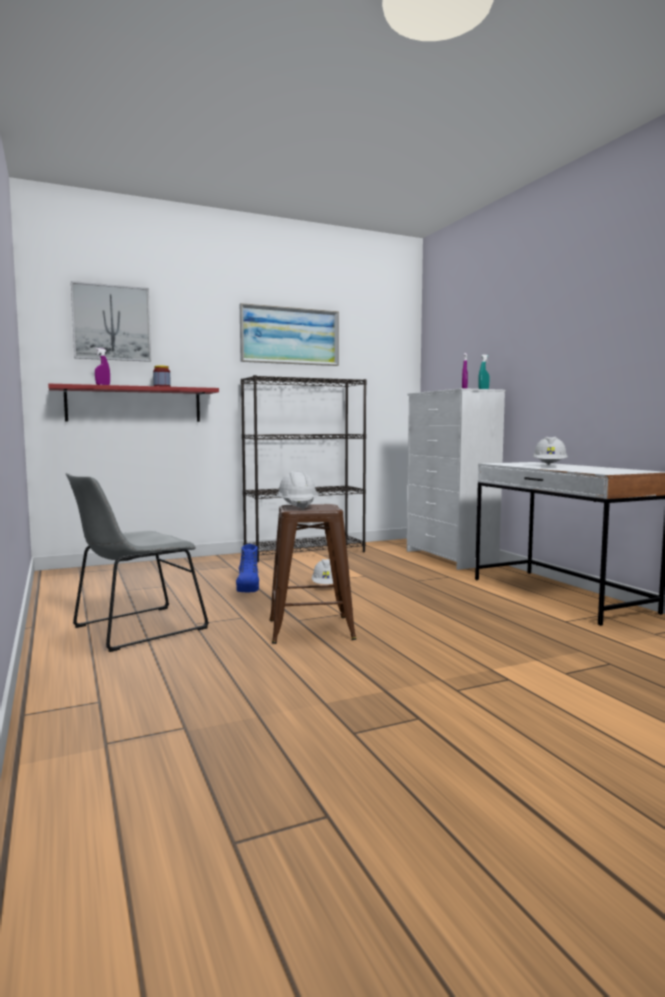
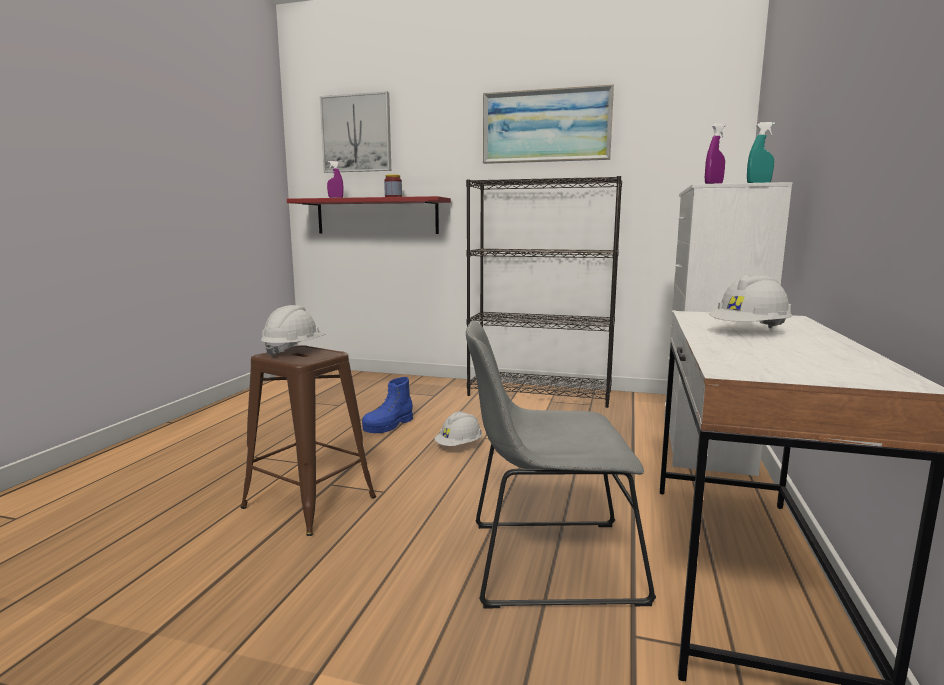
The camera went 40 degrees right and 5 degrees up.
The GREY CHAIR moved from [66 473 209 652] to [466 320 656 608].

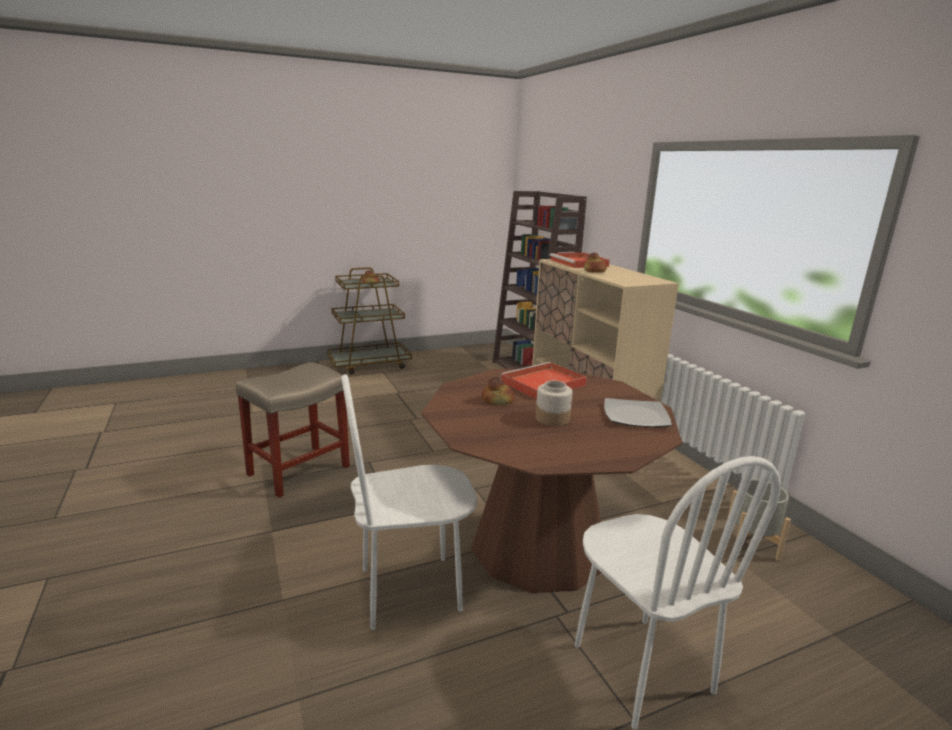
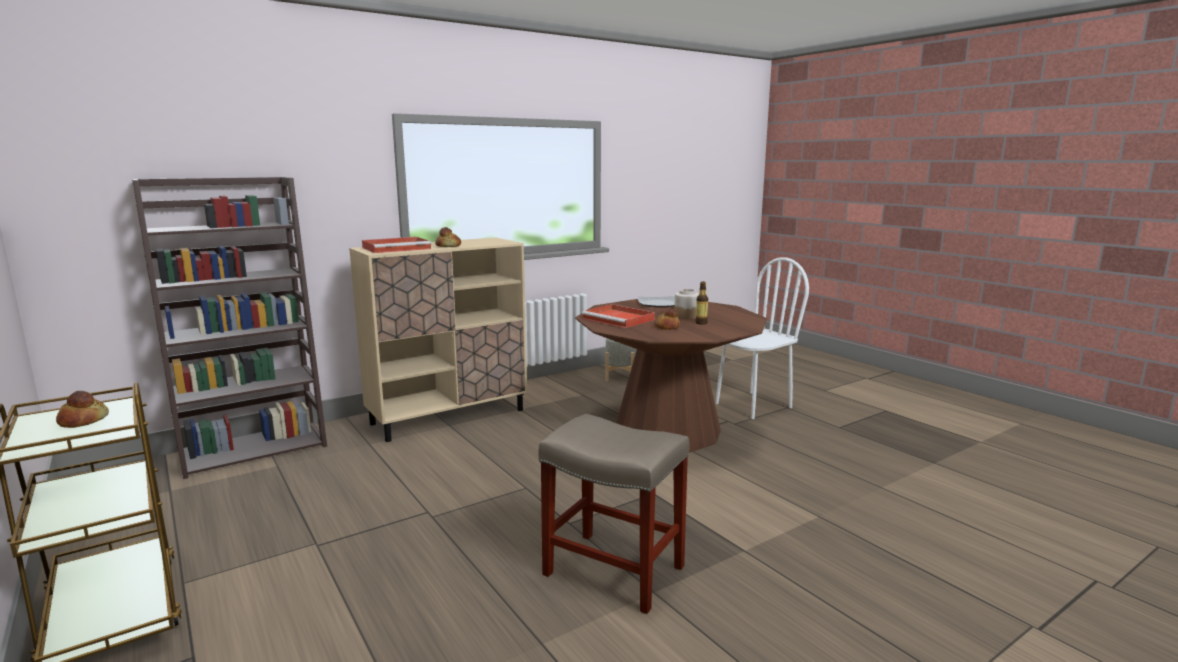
The camera went 100 degrees left and 5 degrees down.
The WHITE CHAIR at [341 374 478 630] disappeared.
The BOTTLE at [696 282 708 325] appeared.

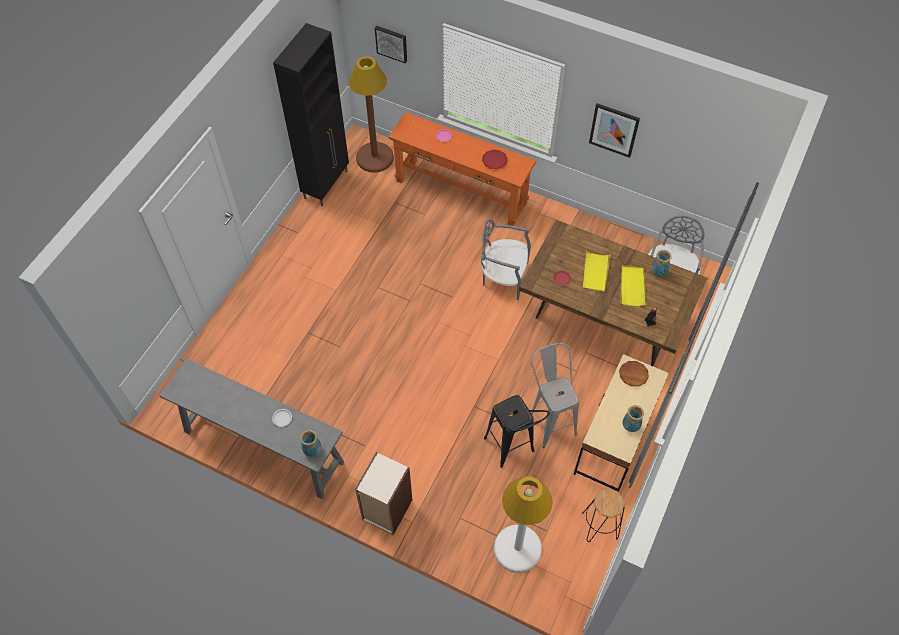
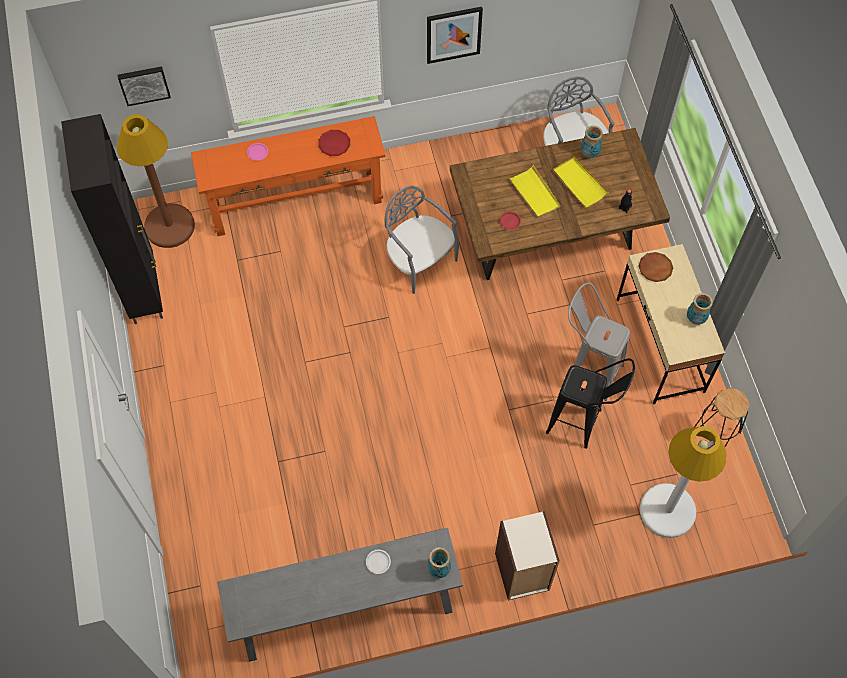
The camera went 40 degrees left and 5 degrees up.
The GREY CHAIR at [481 219 531 300] turned 75 degrees clockwise.

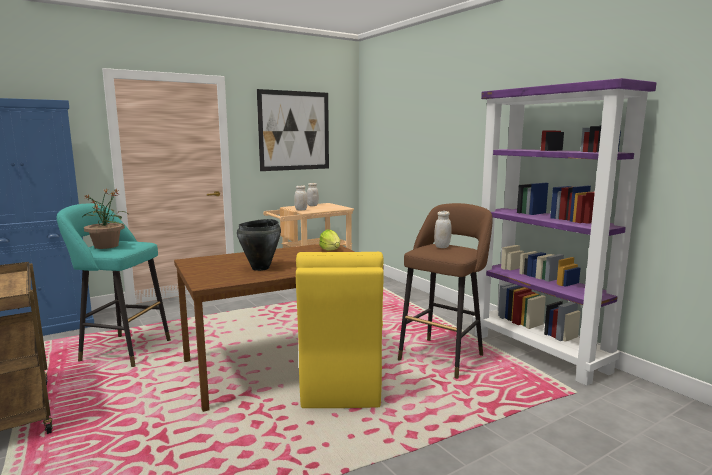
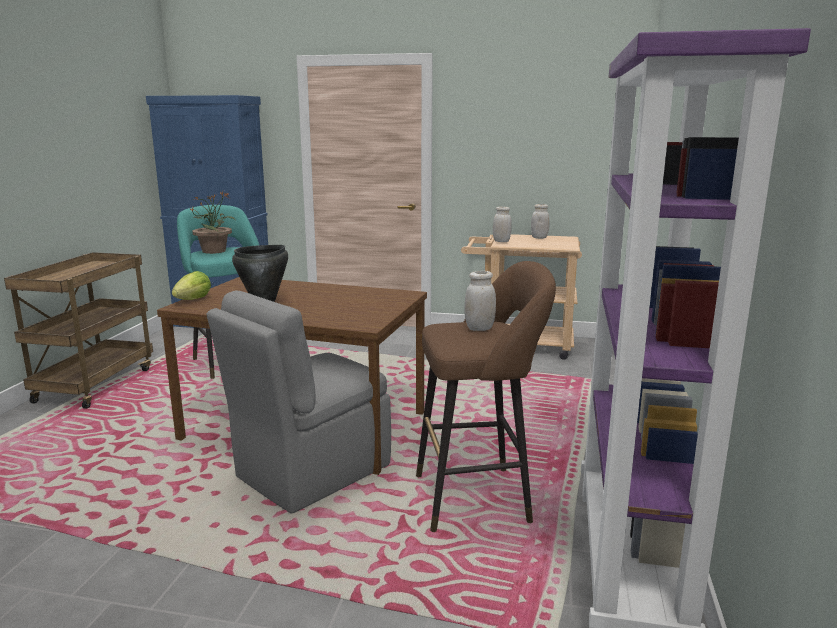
The camera went 45 degrees right and 5 degrees up.
The PICTURE at [257 89 329 171] disappeared.
The LETTUCE moved from [319 230 340 251] to [172 271 211 300].
The YELLOW CHAIR at [296 252 384 408] became the GREY CHAIR at [207 290 391 514].

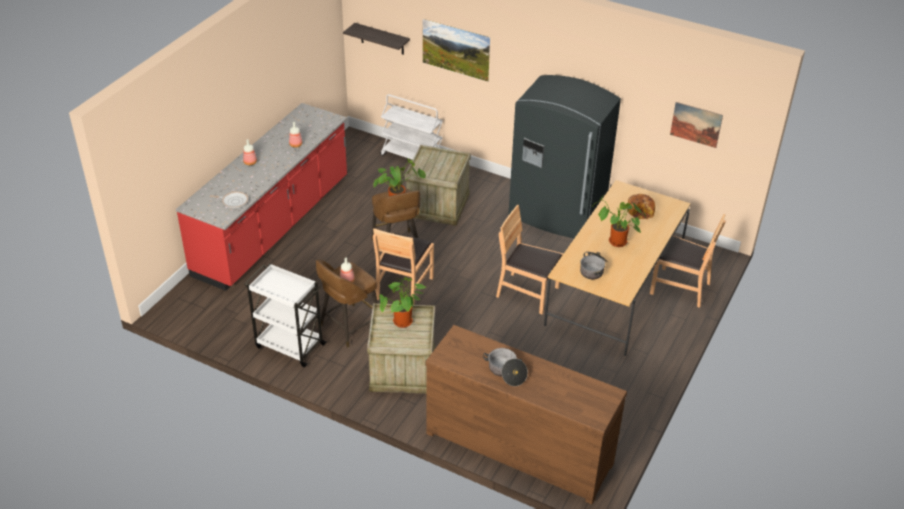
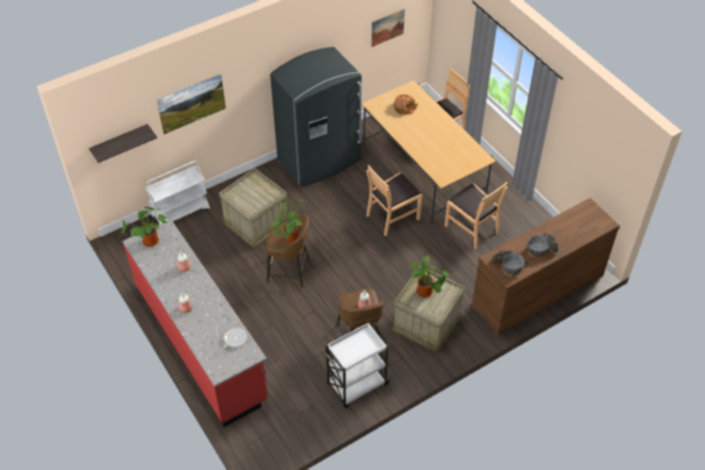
The camera went 60 degrees left and 10 degrees up.
The BROWN CHAIR moved from [373 228 434 305] to [445 182 508 249].
The COOKING POT moved from [580 252 608 279] to [492 250 529 275].
The POTTED PLANT moved from [592 196 646 247] to [122 207 168 247].

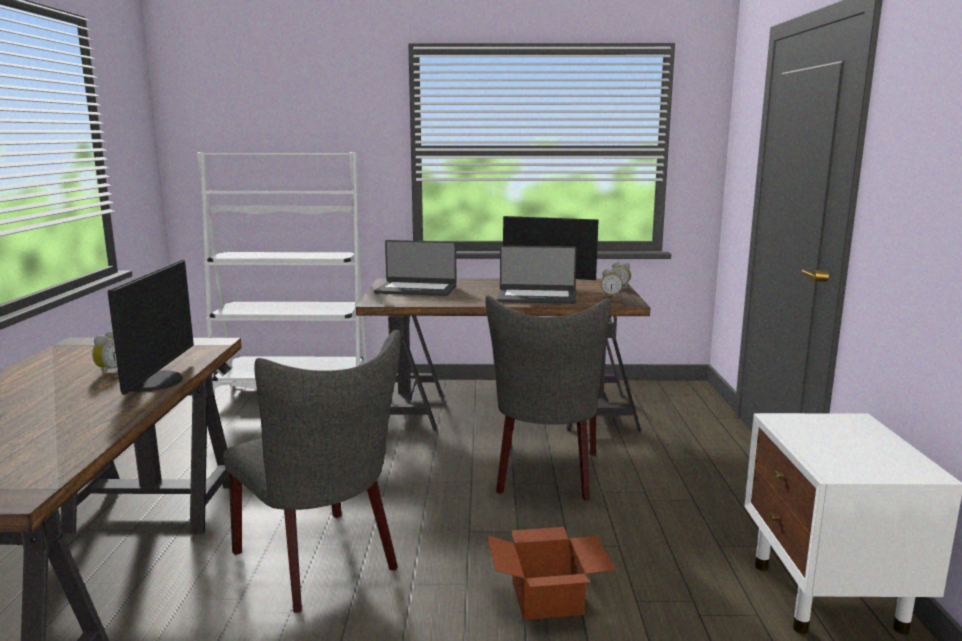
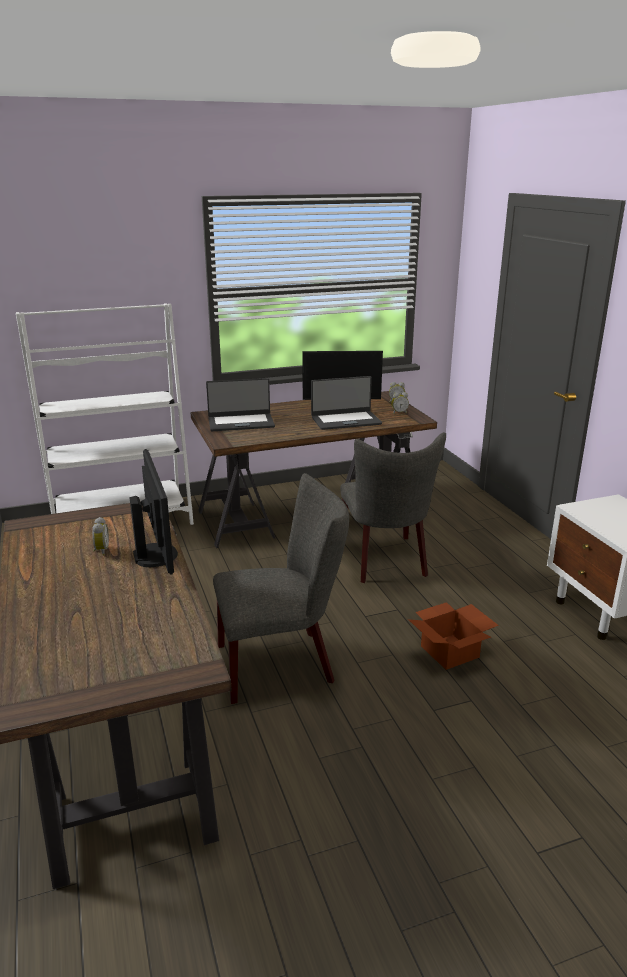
The camera went 20 degrees left and 10 degrees up.
The GREY CHAIR at [223 330 401 613] turned 45 degrees counterclockwise.

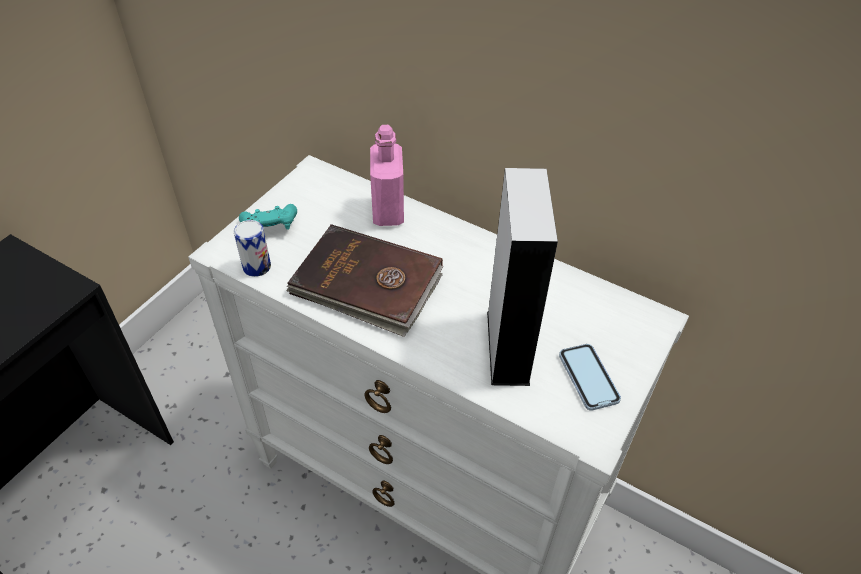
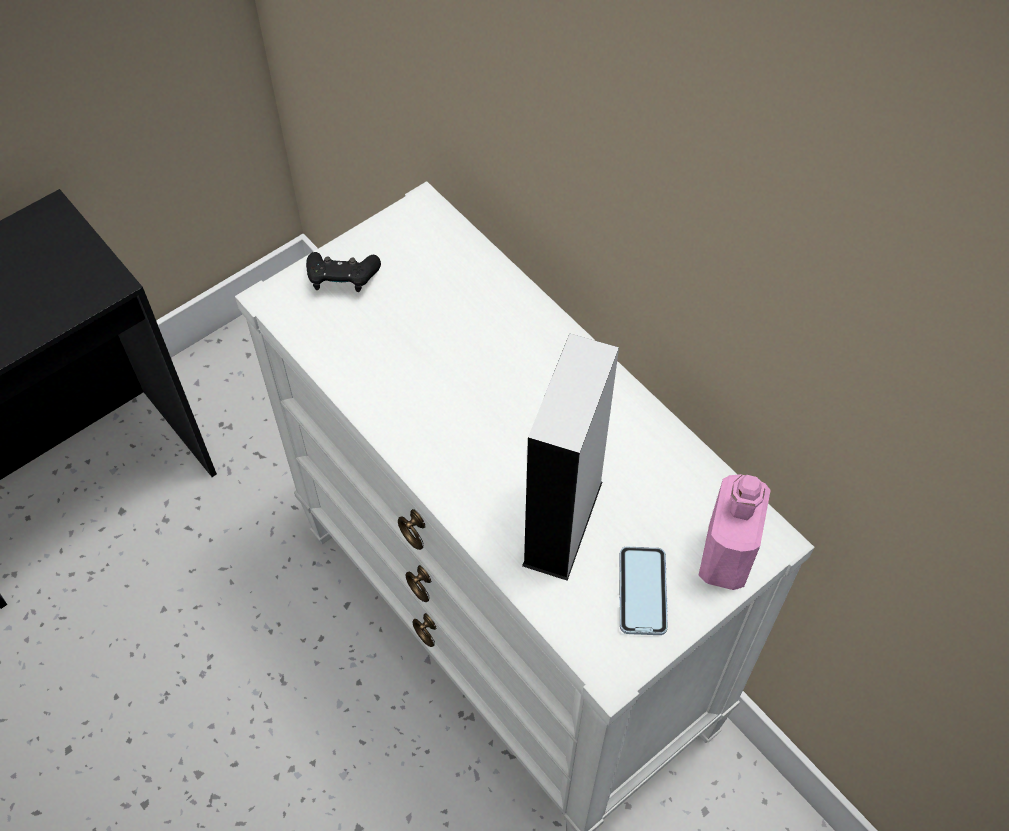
The camera went 20 degrees right and 10 degrees up.
The CAN at [234 220 271 277] disappeared.
The BROWN BOOK at [286 224 443 337] disappeared.
The PINK BOTTLE moved from [370 125 404 226] to [698 474 771 590].
The TURQUOISE GAME CONTROLLER at [239 204 297 230] became the BLACK GAME CONTROLLER at [306 252 381 292].

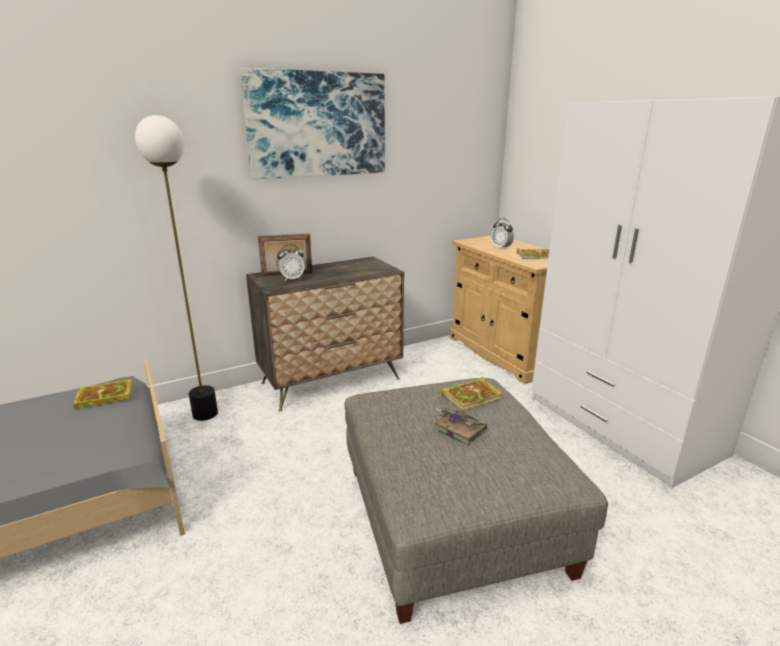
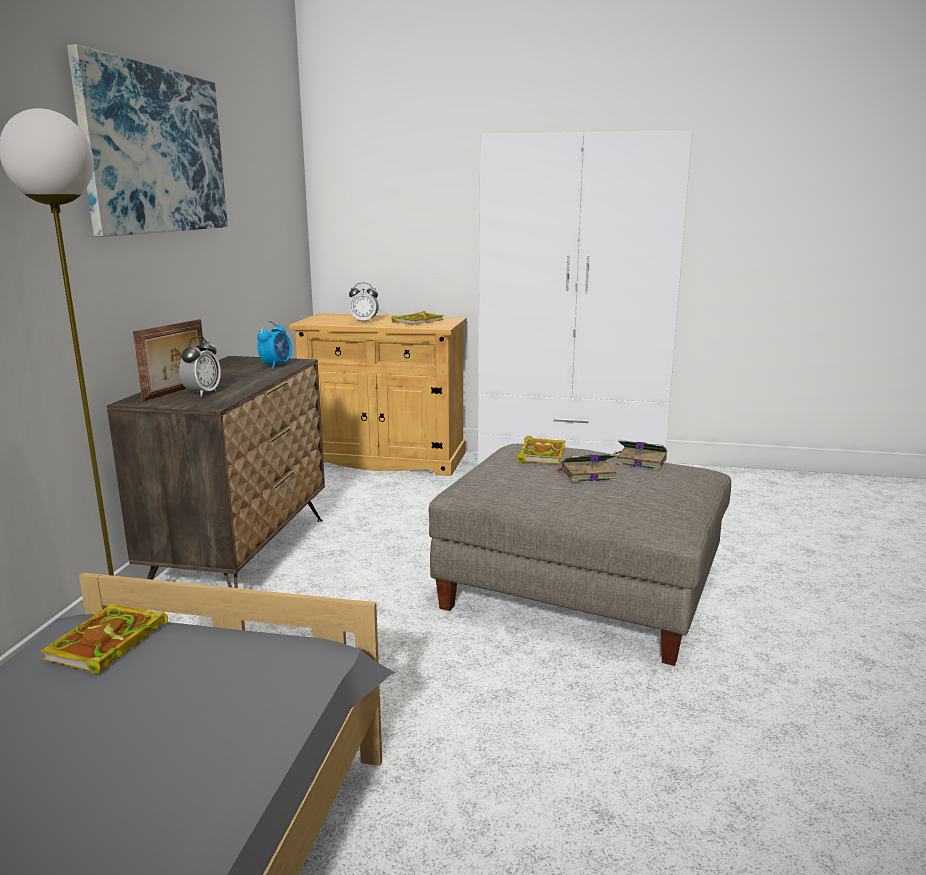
The camera went 50 degrees left and 5 degrees down.
The ALARM CLOCK at [257 321 292 369] appeared.
The BOOK at [613 439 667 470] appeared.

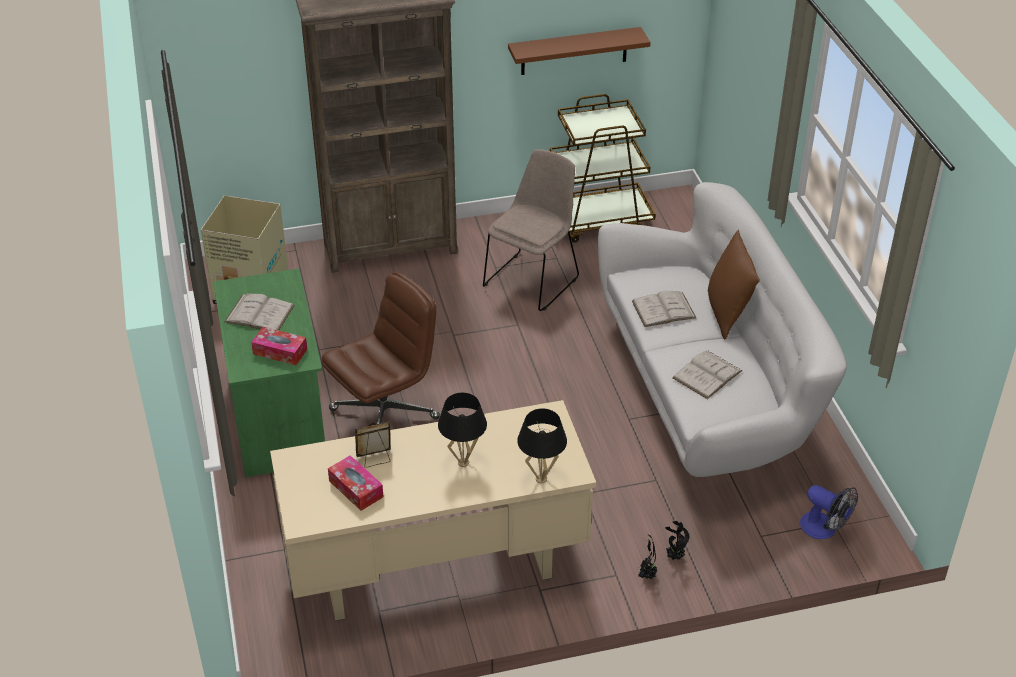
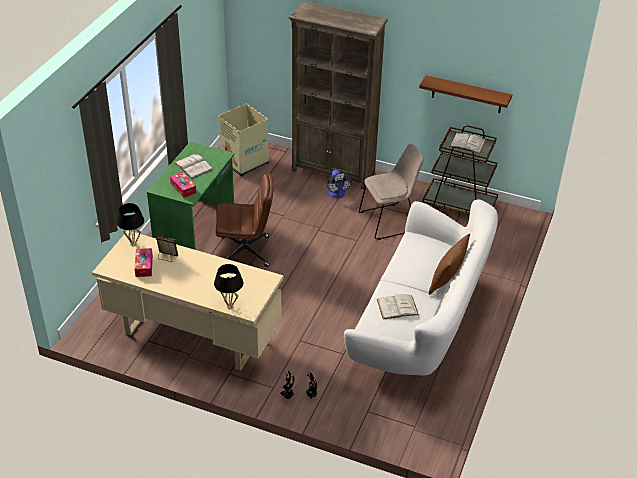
The camera went 35 degrees right and 0 degrees up.
The BLACK TABLE LAMP moved from [438 393 487 467] to [116 203 144 246].
The WHITE BOOK moved from [632 291 696 327] to [449 133 486 154].
The FAN moved from [800 485 858 539] to [327 169 352 199].

